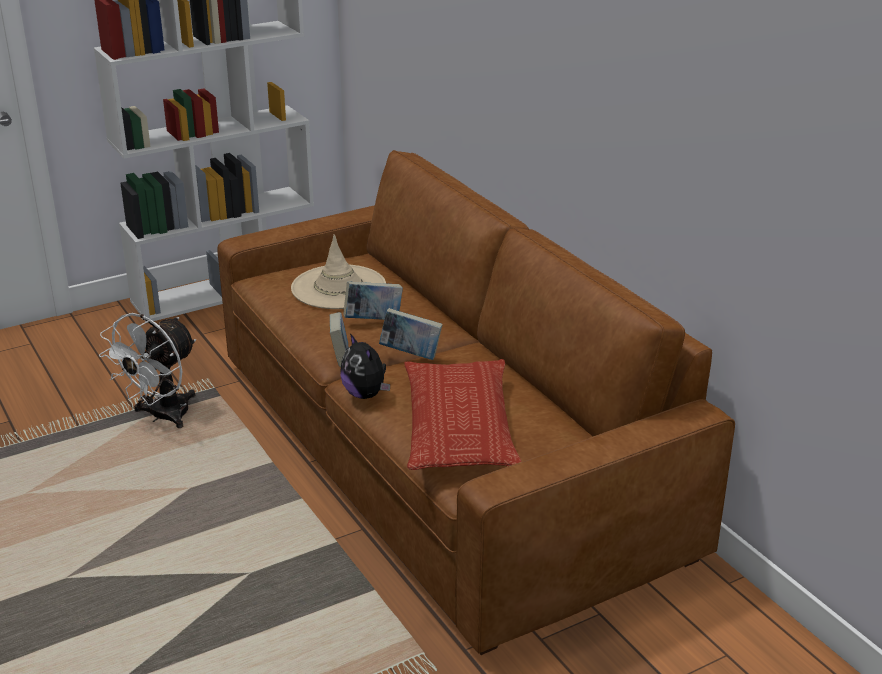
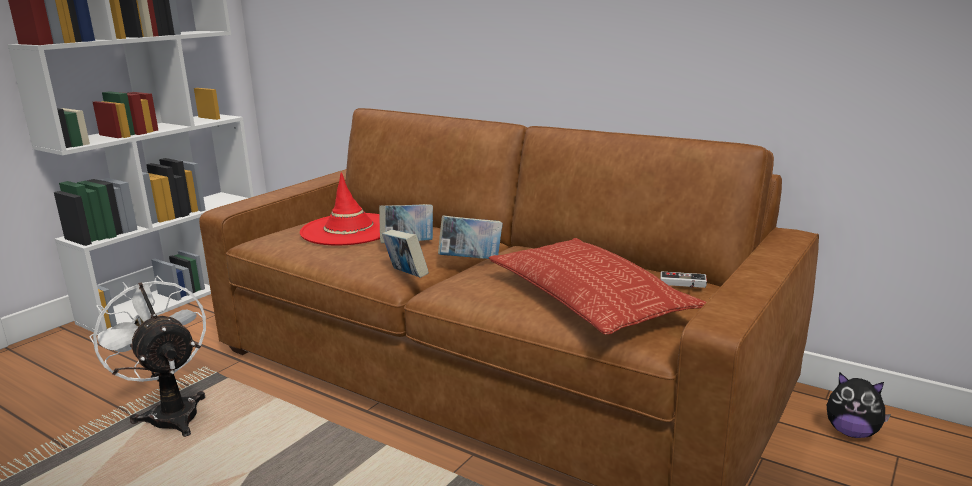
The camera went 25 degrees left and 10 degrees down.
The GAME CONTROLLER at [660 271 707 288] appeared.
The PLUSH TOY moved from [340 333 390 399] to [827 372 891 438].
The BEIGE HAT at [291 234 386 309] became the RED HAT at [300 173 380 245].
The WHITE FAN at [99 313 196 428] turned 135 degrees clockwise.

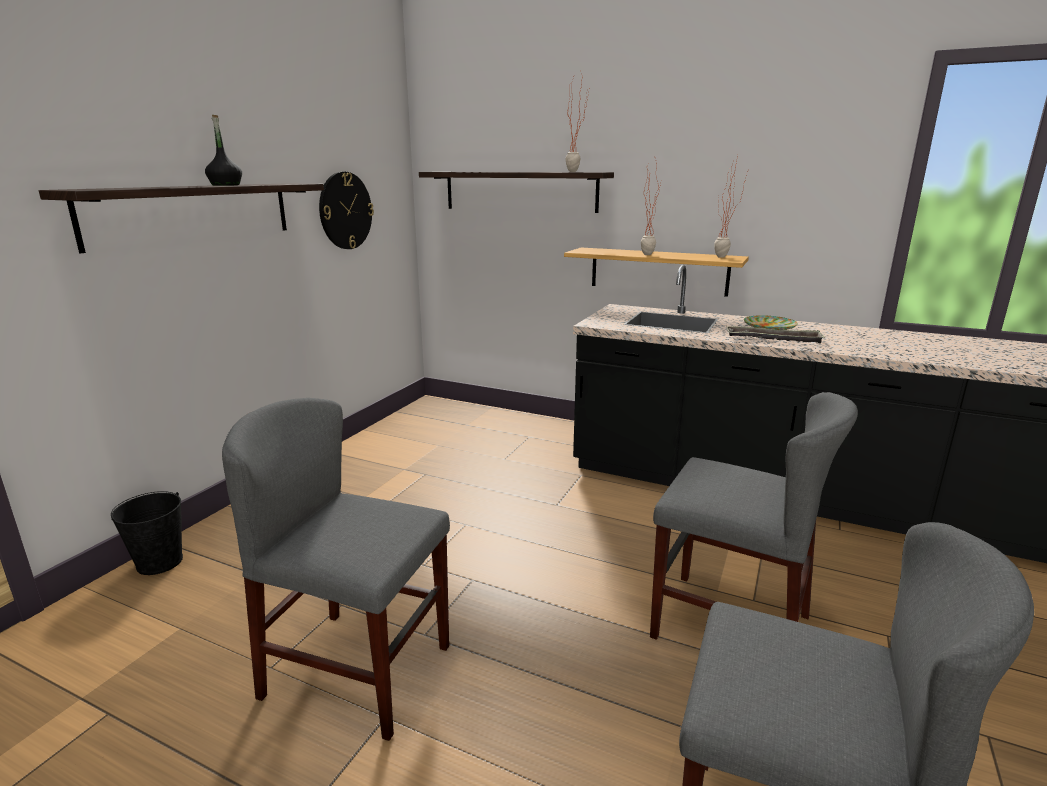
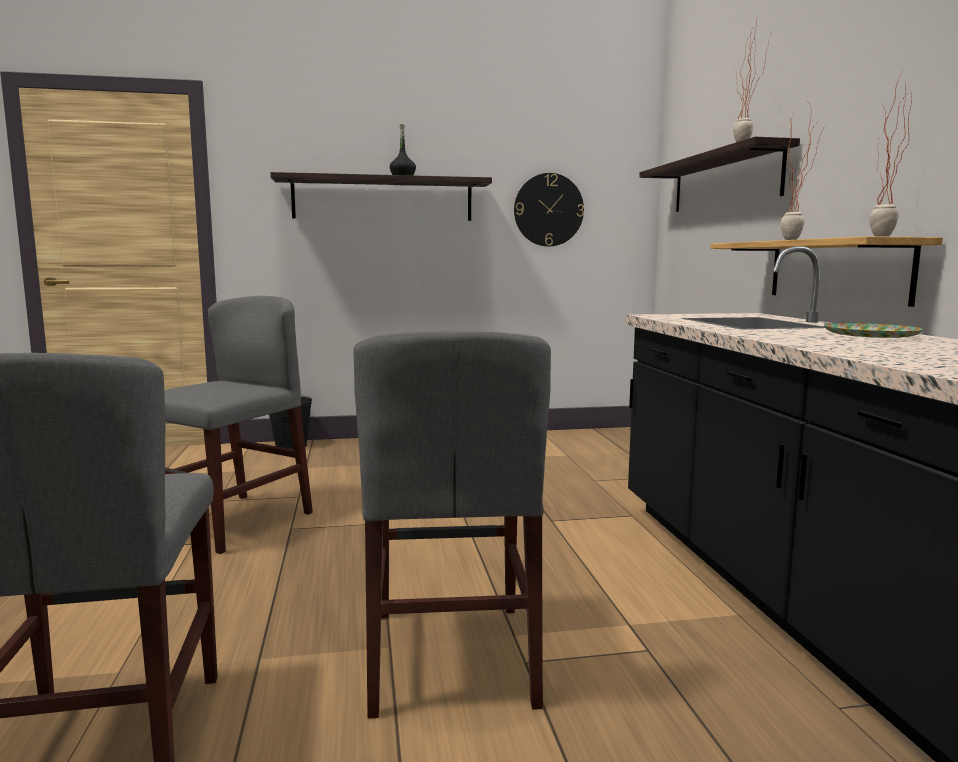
The camera went 55 degrees right and 10 degrees down.
The TRAY at [726 326 825 344] disappeared.
The GREY CHAIR at [222 398 450 741] turned 45 degrees clockwise.

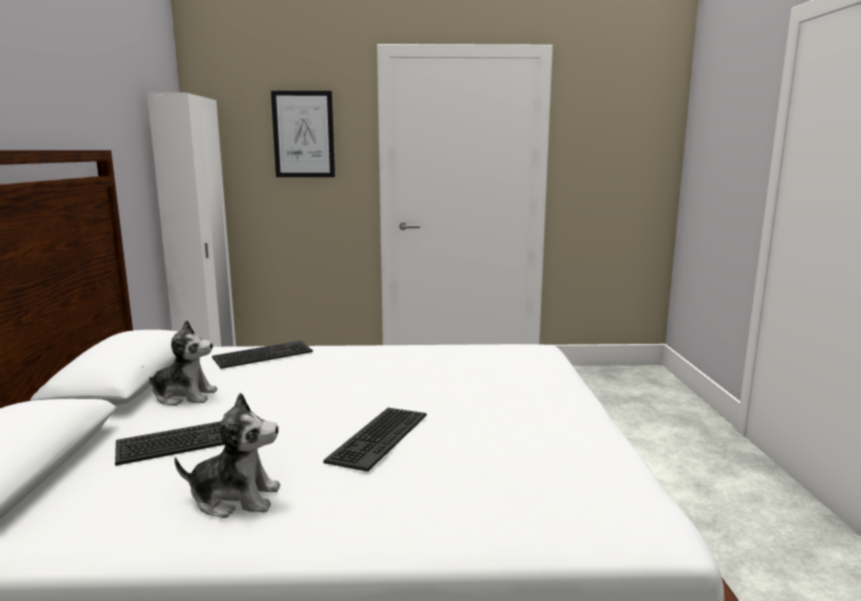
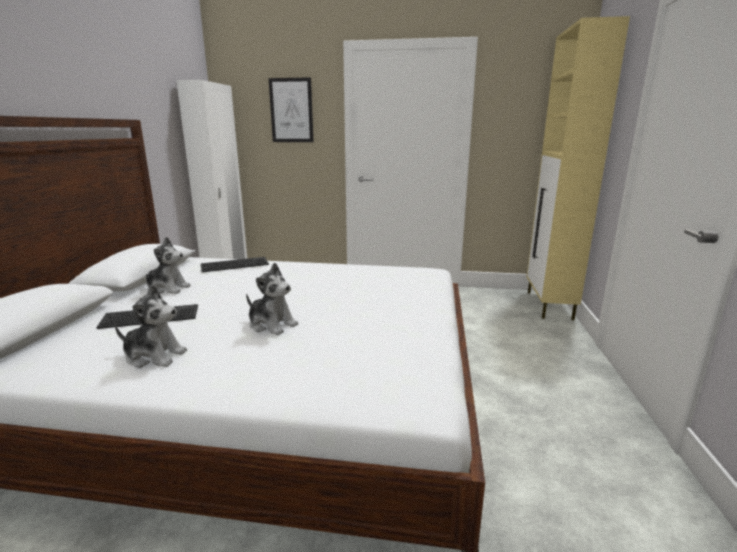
The camera went 10 degrees right and 5 degrees up.
The BEIGE CABINET at [527 16 630 320] appeared.
The KEYBOARD at [323 408 427 472] was replaced by the PLUSH TOY at [246 263 298 335].

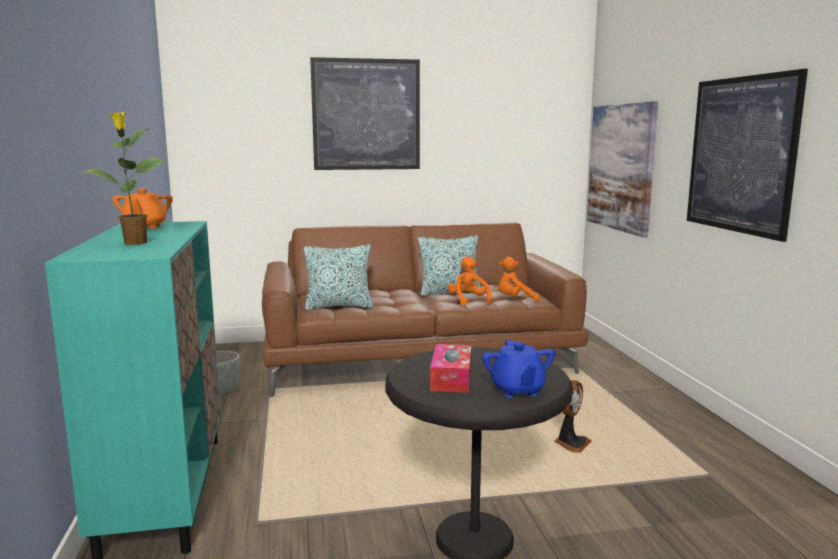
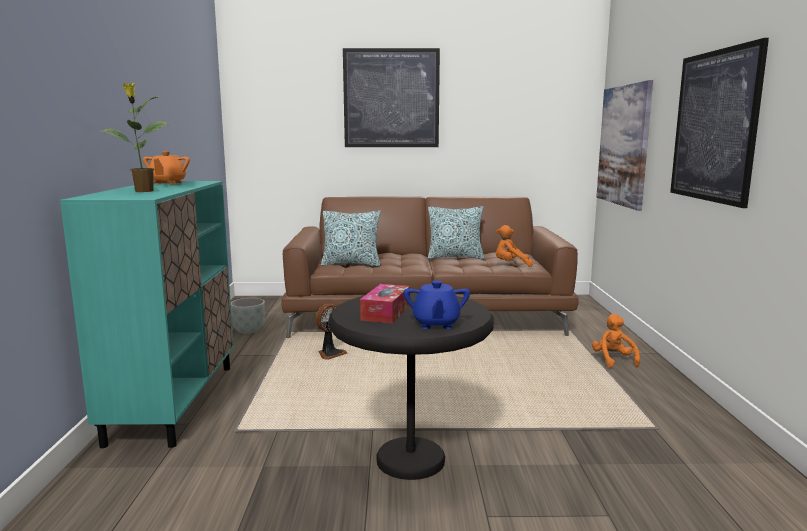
The camera went 10 degrees right and 0 degrees up.
The ORANGE PLUSH TOY moved from [448 256 491 306] to [592 314 640 368].
The FAN moved from [554 380 591 453] to [316 304 347 360].

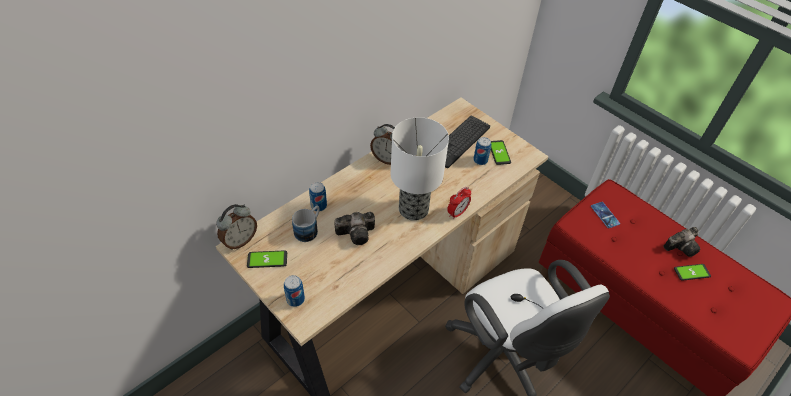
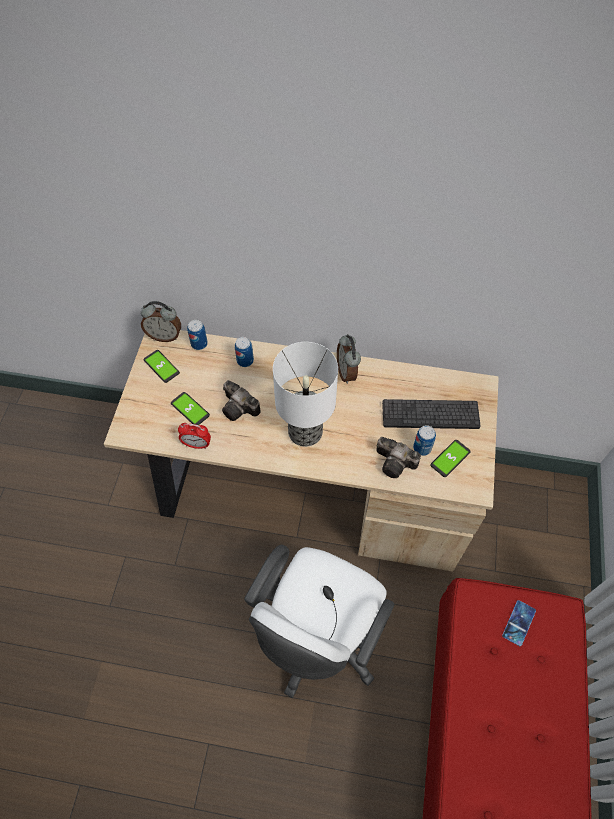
The camera went 55 degrees right and 10 degrees up.
The MUG at [292 206 320 242] disappeared.
The CAN moved from [284 275 305 307] to [187 320 208 350].
The ALARM CLOCK moved from [447 187 471 219] to [178 423 211 449].
The PHOTO CAMERA moved from [663 227 700 257] to [376 437 421 478].
The PHONE moved from [674 264 711 281] to [171 392 210 425].

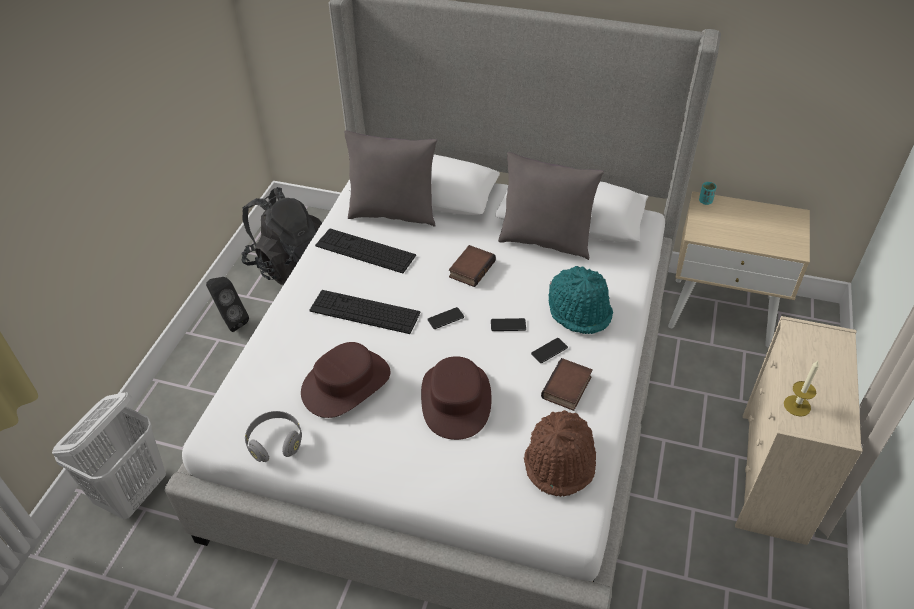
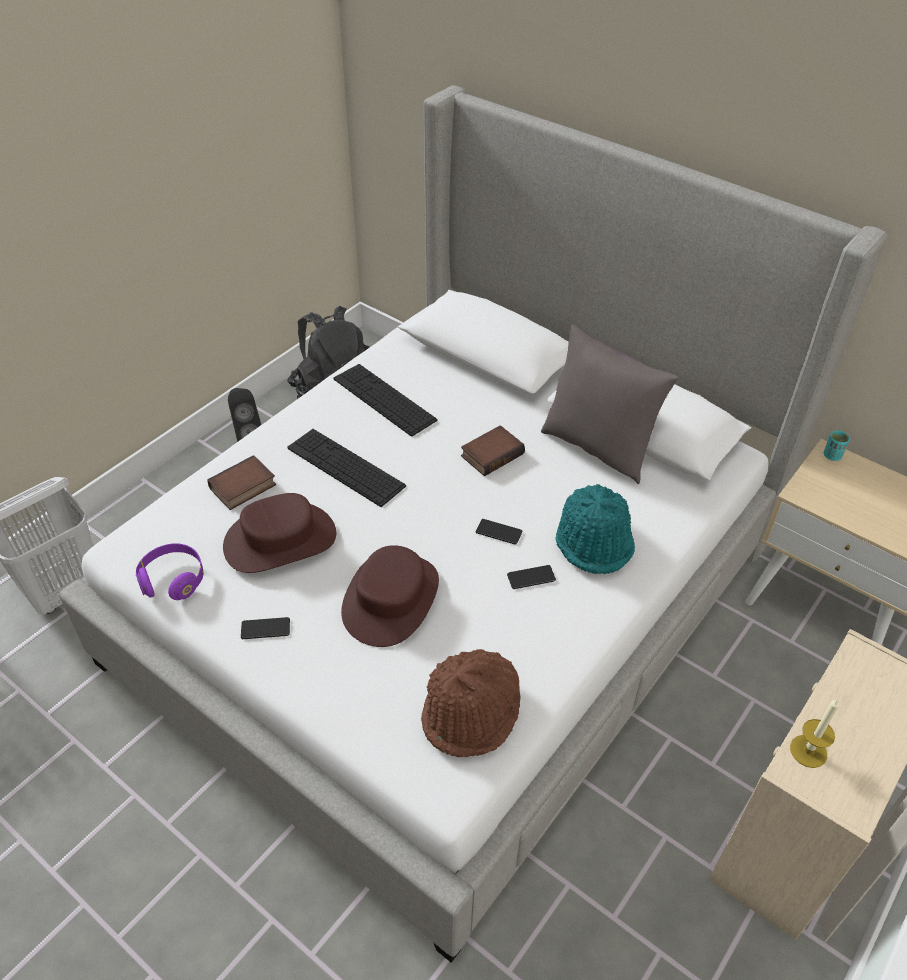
The camera went 20 degrees right and 0 degrees up.
The GREY PILLOW at [344 130 437 227] disappeared.
The PHONE moved from [427 307 464 329] to [241 617 290 639].
The BOOK moved from [541 358 593 411] to [208 455 276 510].
The GREY HEADPHONES at [245 411 302 462] became the PURPLE HEADPHONES at [136 543 203 600].

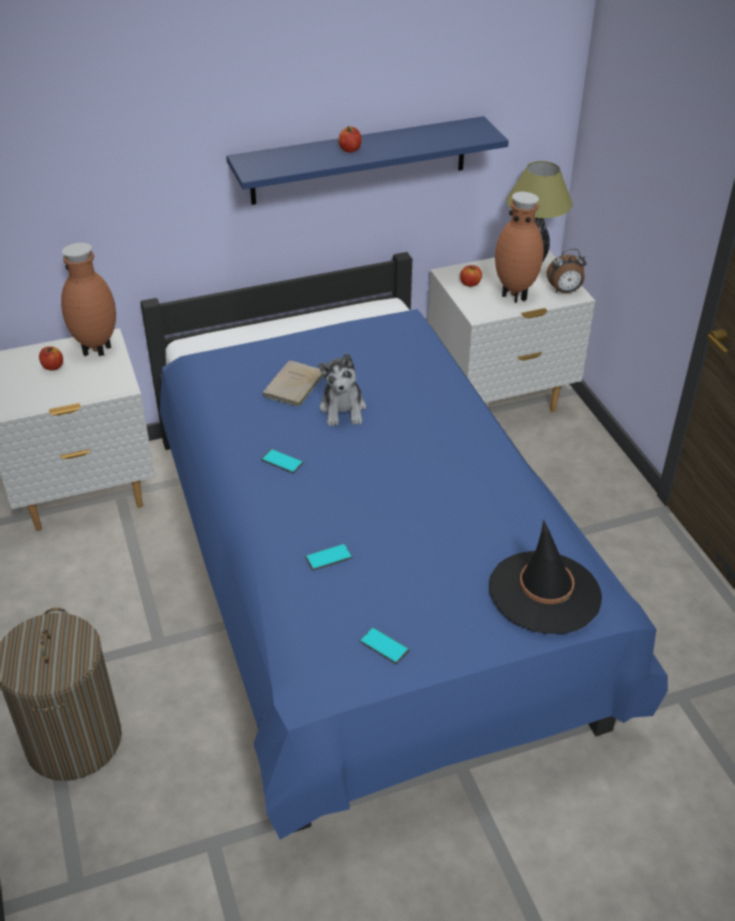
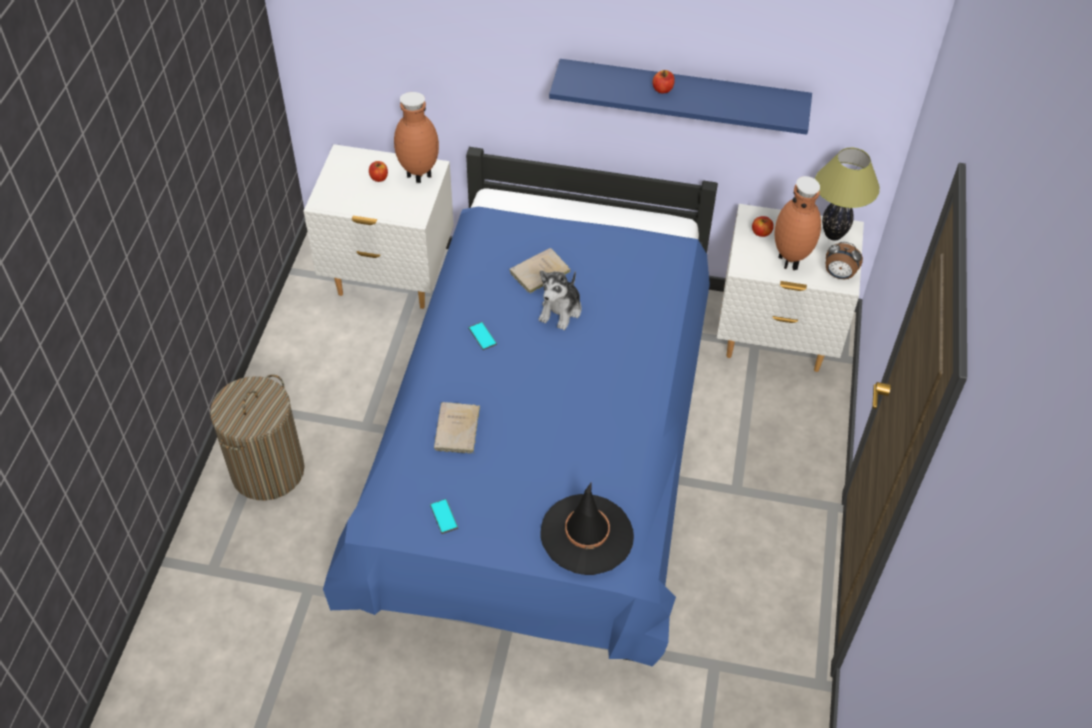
The camera went 30 degrees right and 10 degrees up.
The PHONE at [305 543 352 571] was replaced by the BEIGE BOOK at [434 402 480 454].

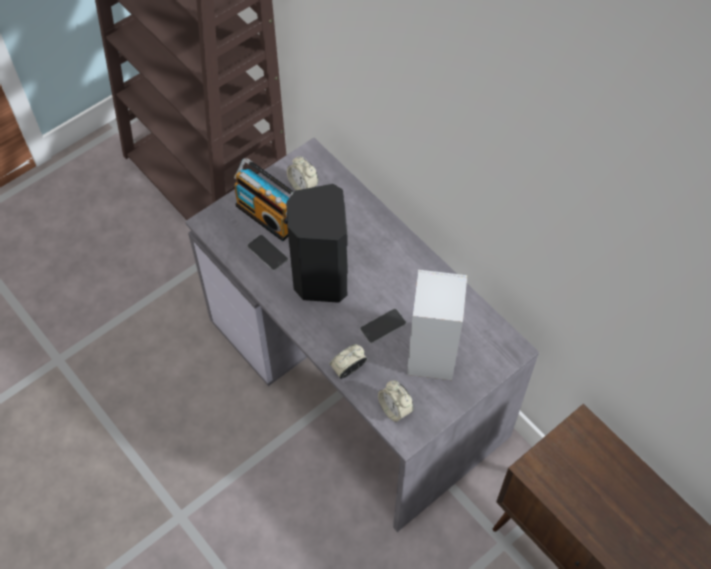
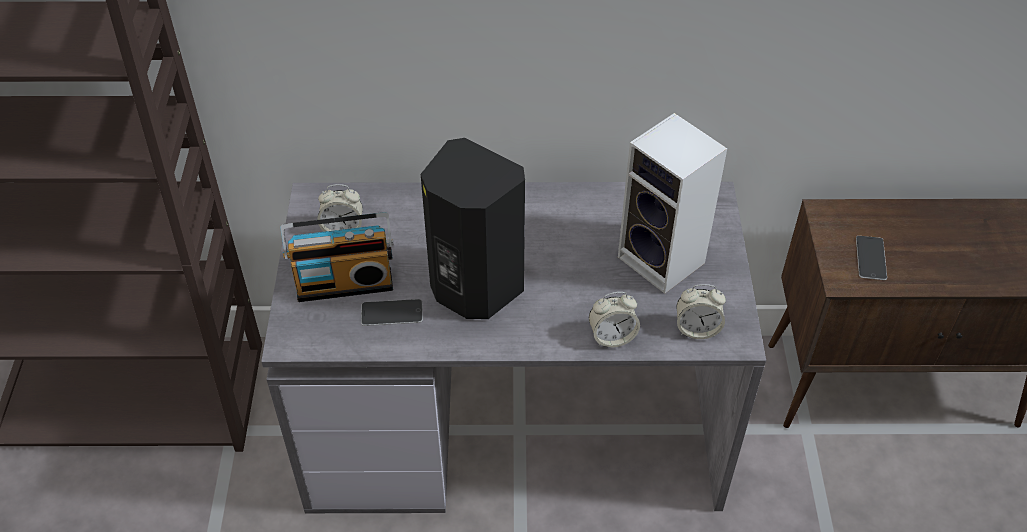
The camera went 50 degrees left and 10 degrees down.
The PHONE moved from [360 308 407 344] to [856 236 887 280].
The ALARM CLOCK at [330 344 367 379] turned 105 degrees counterclockwise.

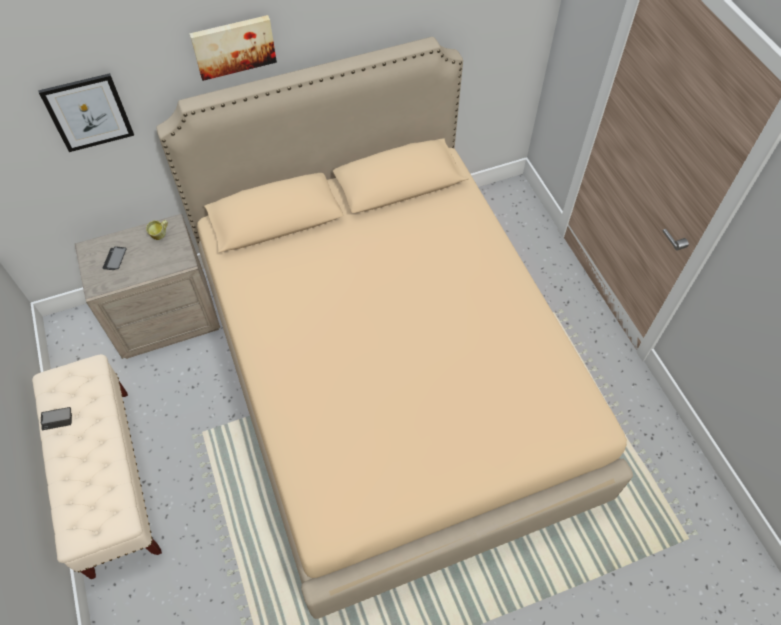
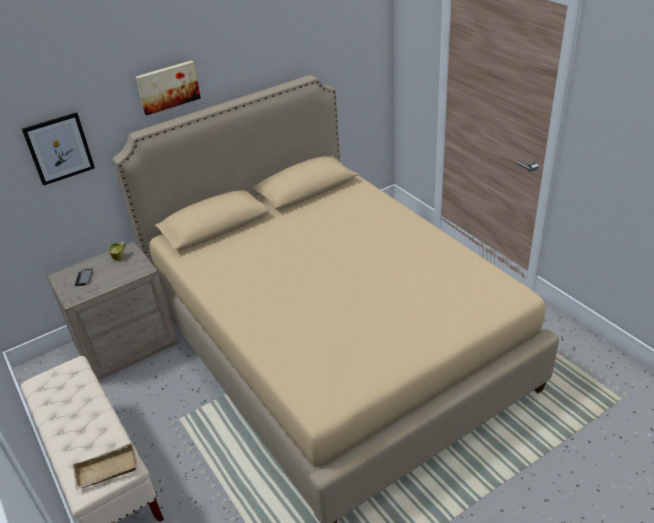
The camera went 10 degrees left and 20 degrees down.
The PHONE at [41 407 72 430] disappeared.
The BEIGE TRAY at [73 442 138 490] appeared.

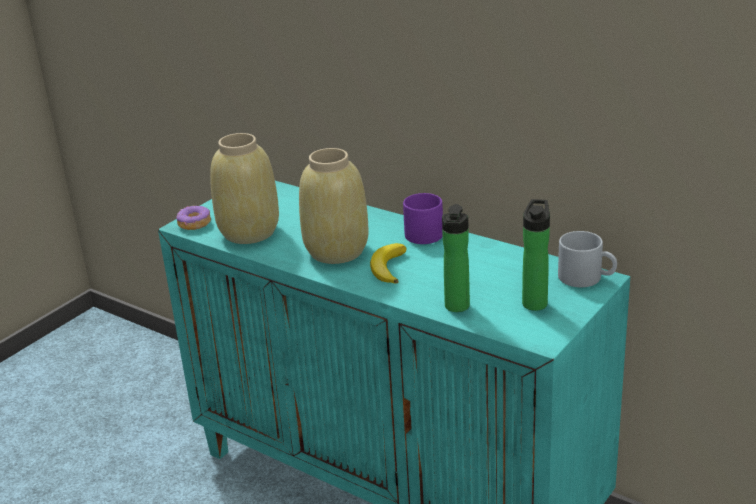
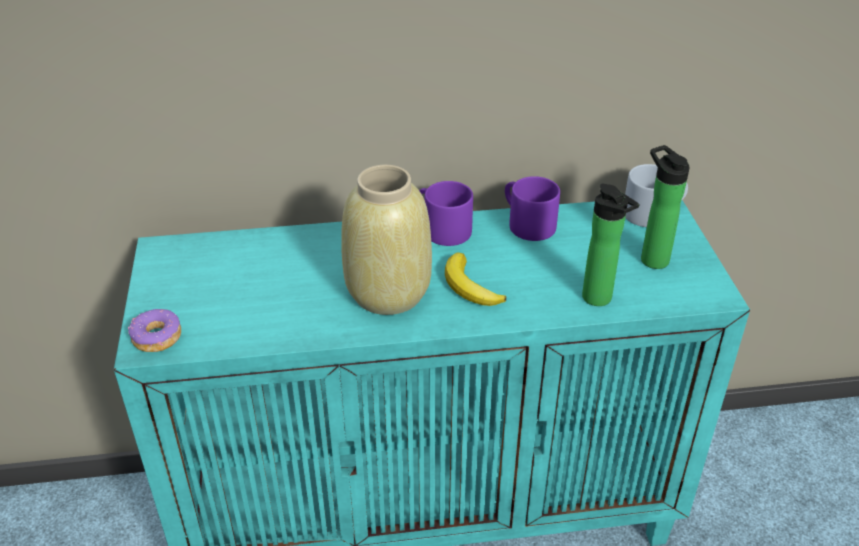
The camera went 45 degrees left and 10 degrees up.
The BEIGE VASE at [210 133 279 244] disappeared.
The PURPLE MUG at [505 176 560 241] appeared.

